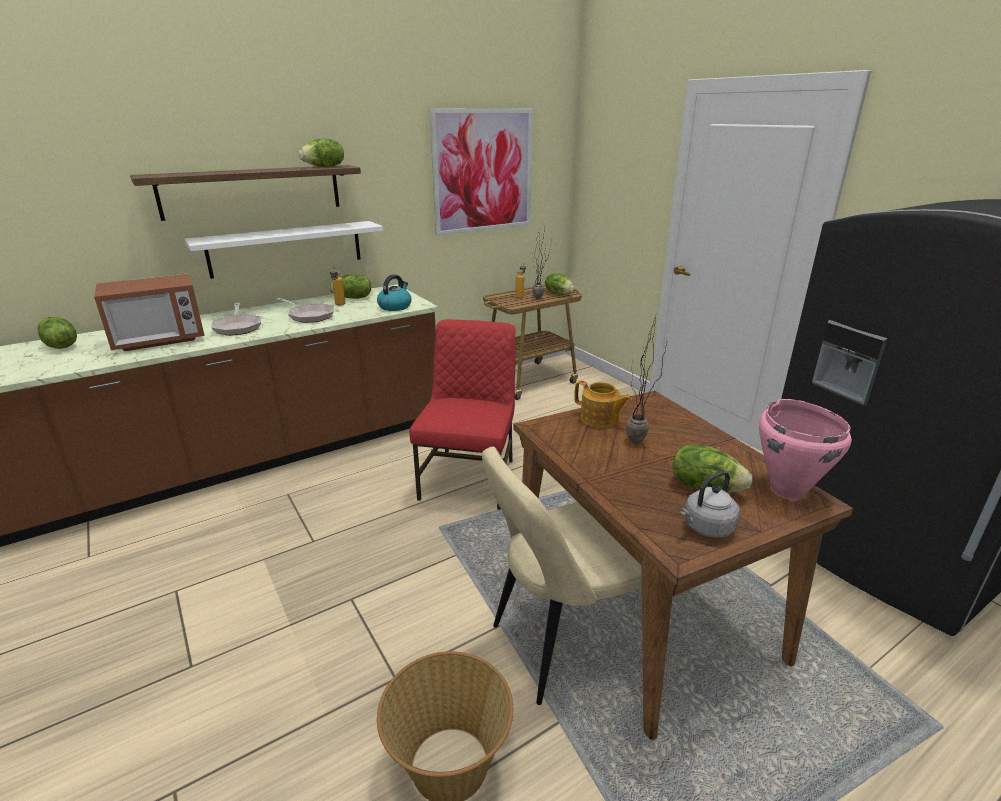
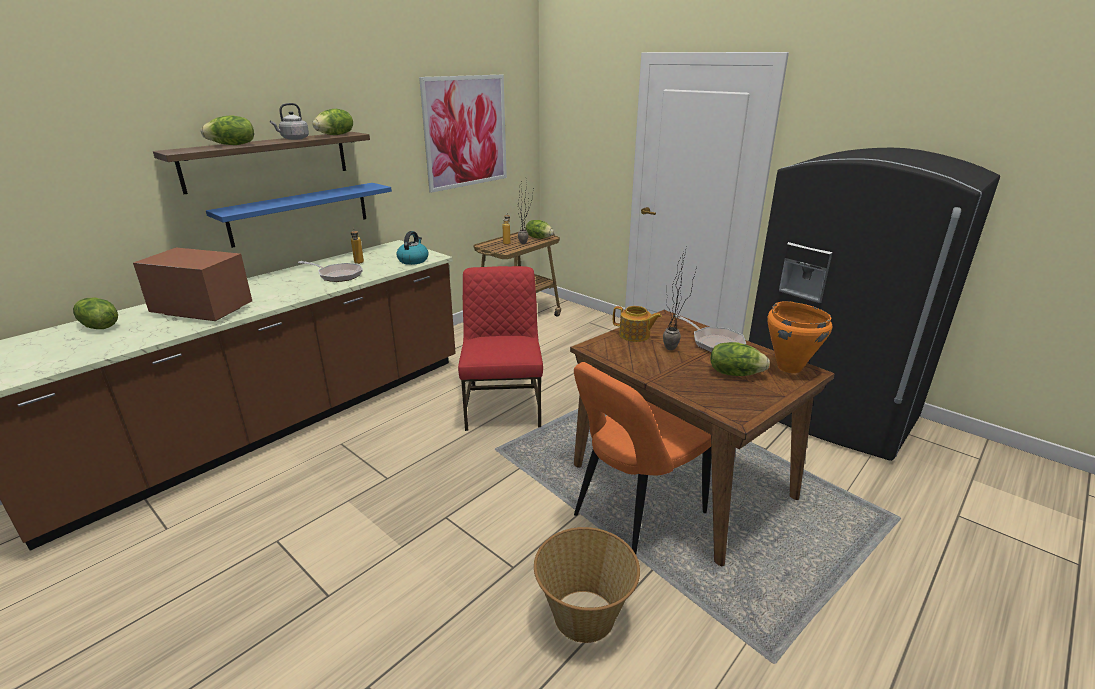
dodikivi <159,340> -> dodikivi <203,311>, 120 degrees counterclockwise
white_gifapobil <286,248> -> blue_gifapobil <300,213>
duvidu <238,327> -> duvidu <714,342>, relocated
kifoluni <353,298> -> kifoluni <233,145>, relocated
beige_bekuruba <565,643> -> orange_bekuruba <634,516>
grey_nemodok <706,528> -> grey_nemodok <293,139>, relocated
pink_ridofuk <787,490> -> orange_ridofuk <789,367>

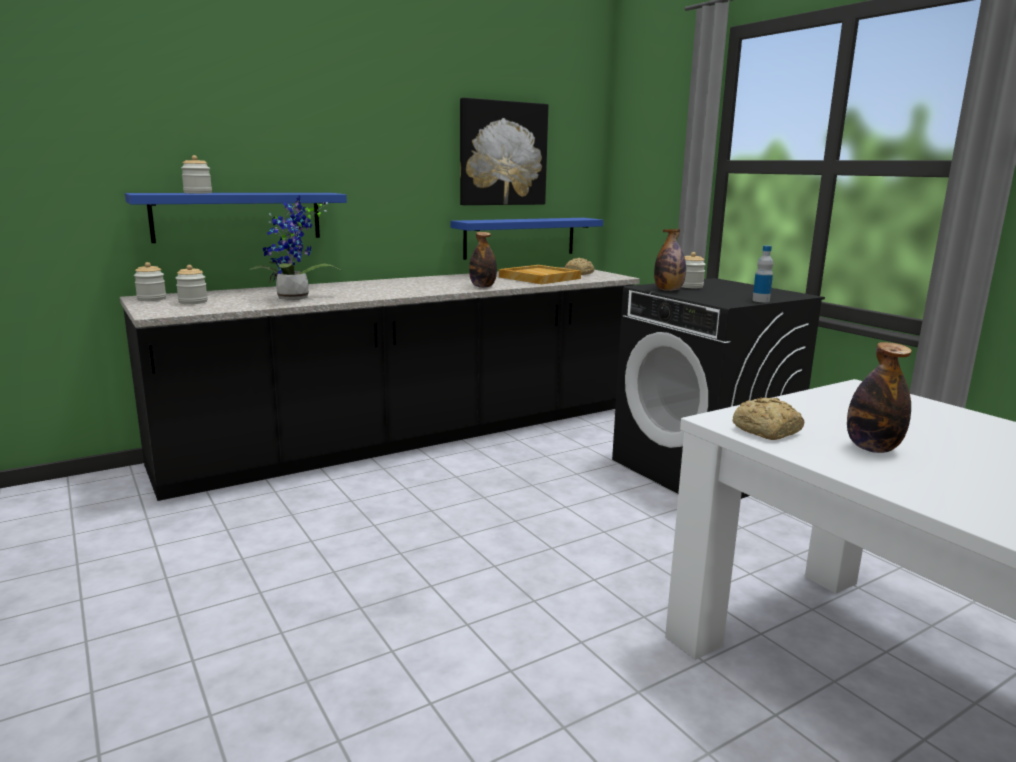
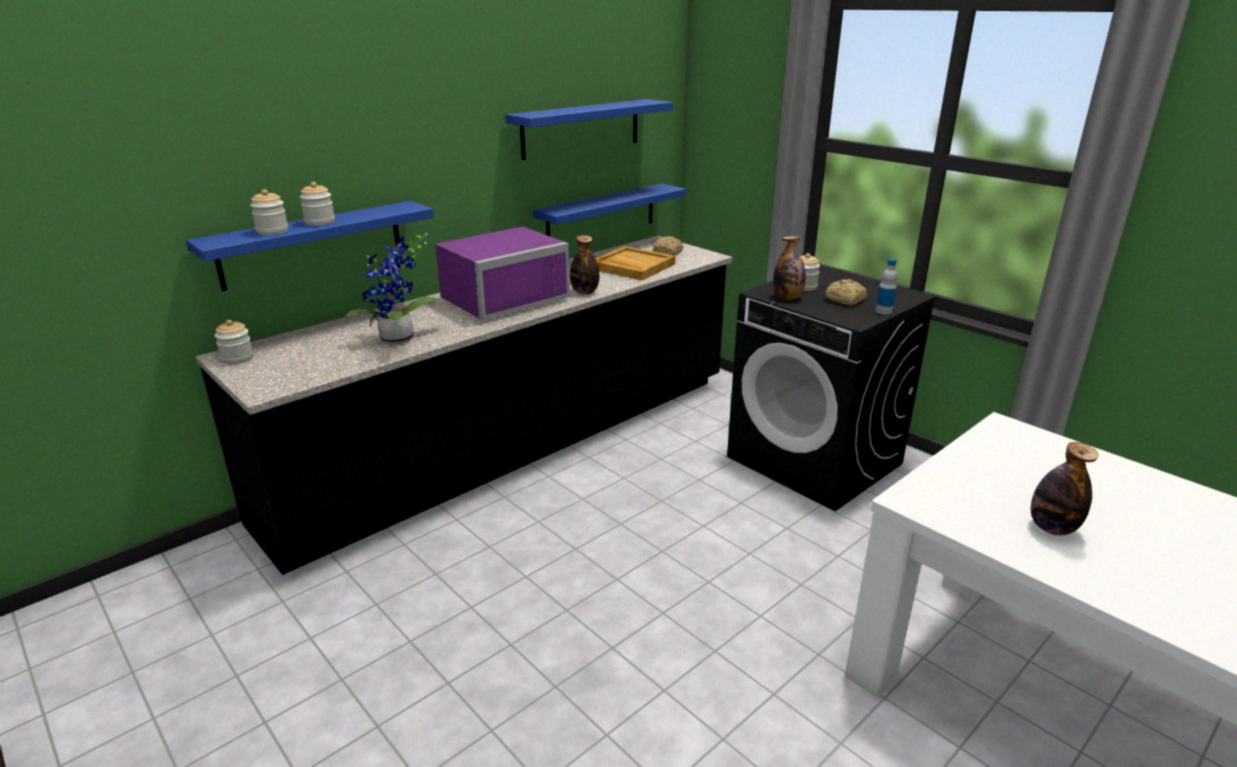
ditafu <193,302> -> ditafu <320,222>, relocated
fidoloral <502,153> -> blue_gifapobil <581,128>
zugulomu <767,431> -> zugulomu <845,300>, relocated
none -> purple_dodikivi <501,298>

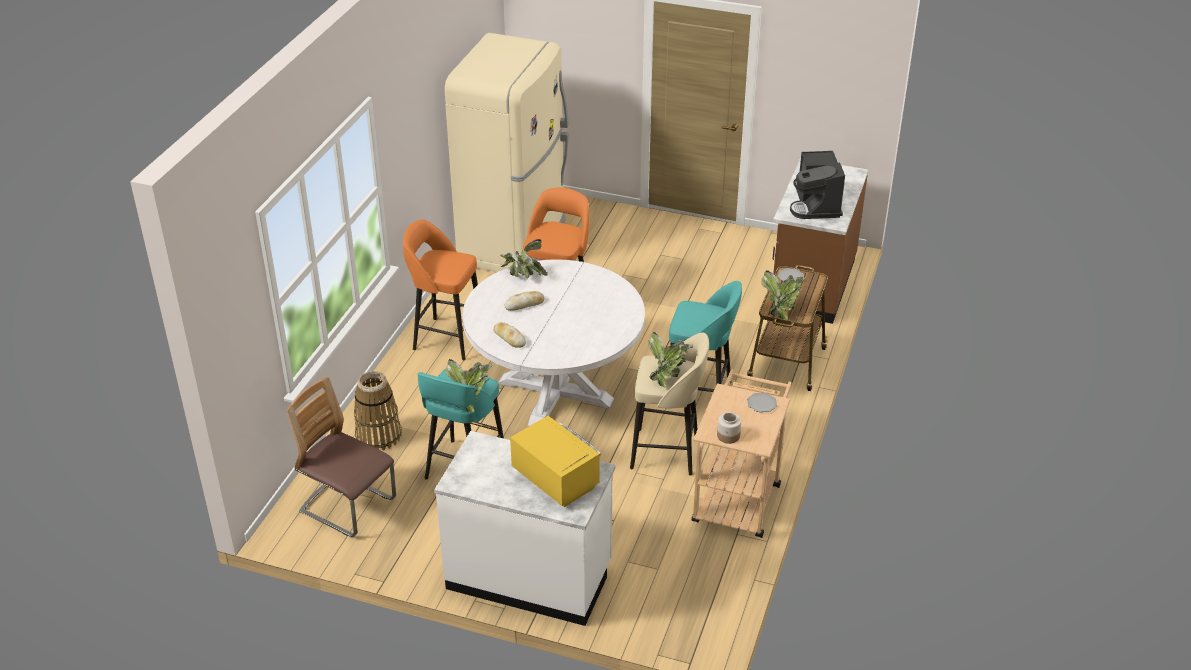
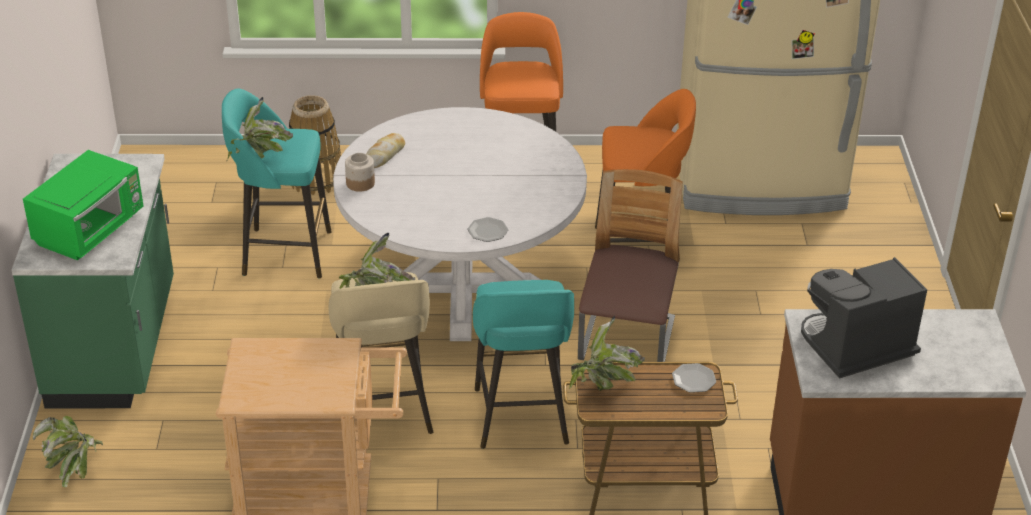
bekuruba <348,506> -> bekuruba <626,341>, relocated
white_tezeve <529,576> -> green_tezeve <115,346>
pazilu <523,276> -> pazilu <75,466>, relocated
zugulomu <524,304> -> none
yellow_dodikivi <555,479> -> green_dodikivi <91,230>
ditafu <728,436> -> ditafu <360,183>, relocated
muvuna <762,404> -> muvuna <487,231>, relocated

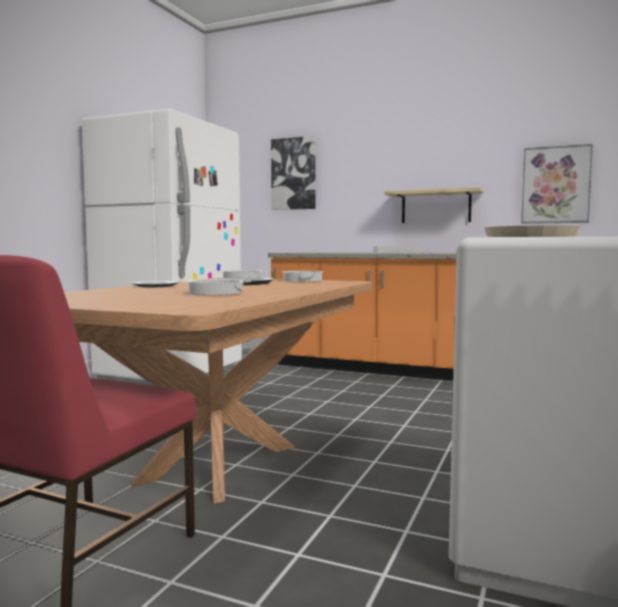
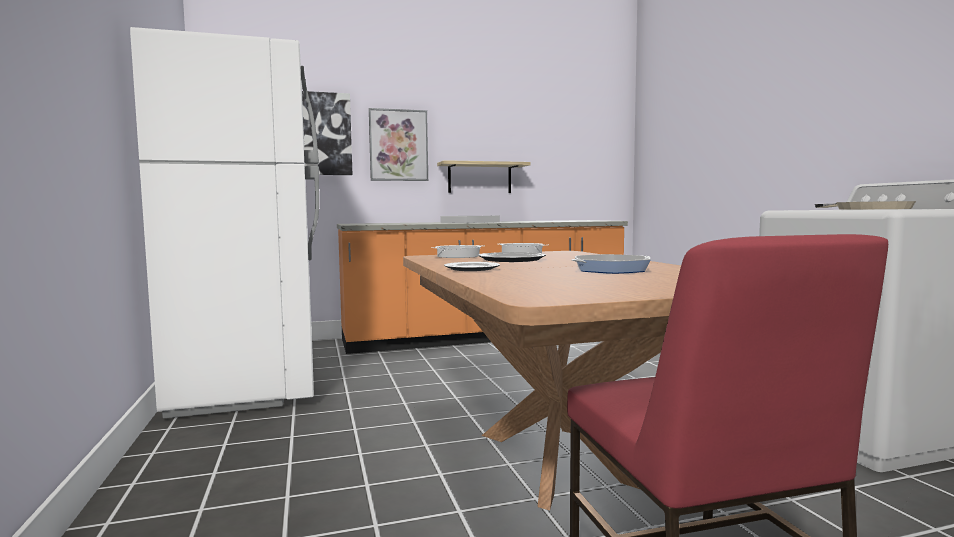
ridofuk <215,293> -> duvidu <611,270>
fidoloral <555,185> -> fidoloral <398,145>, relocated

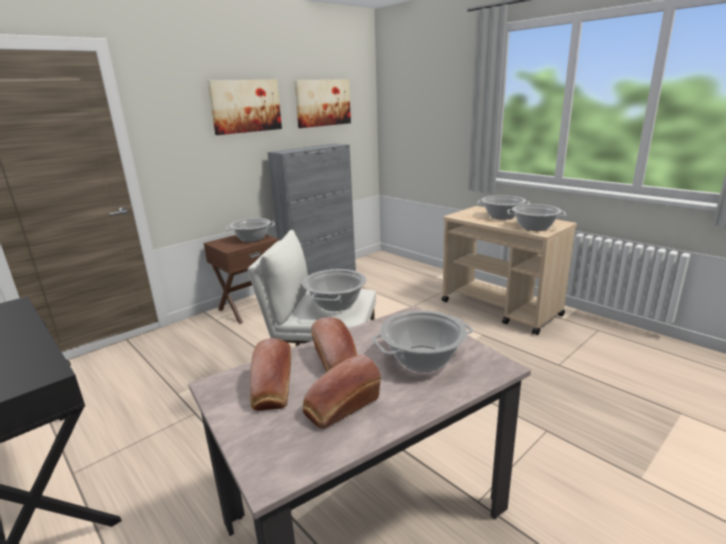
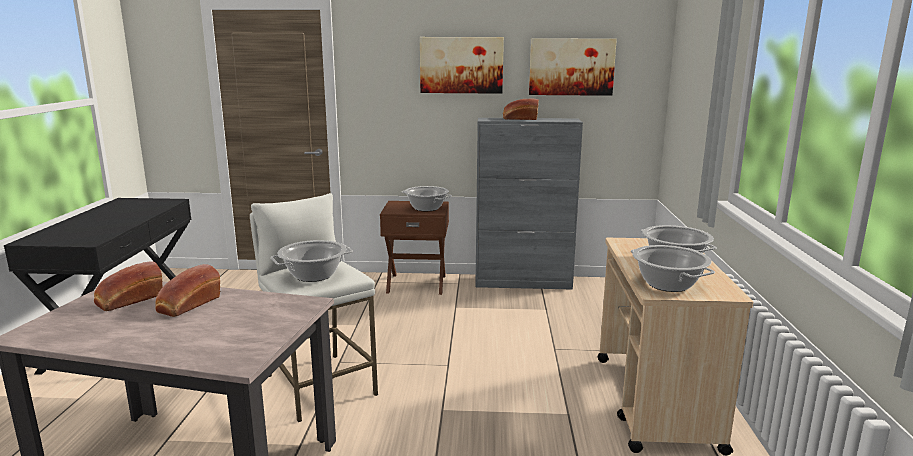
zugulomu <340,407> -> zugulomu <519,118>, relocated
ridofuk <422,359> -> none

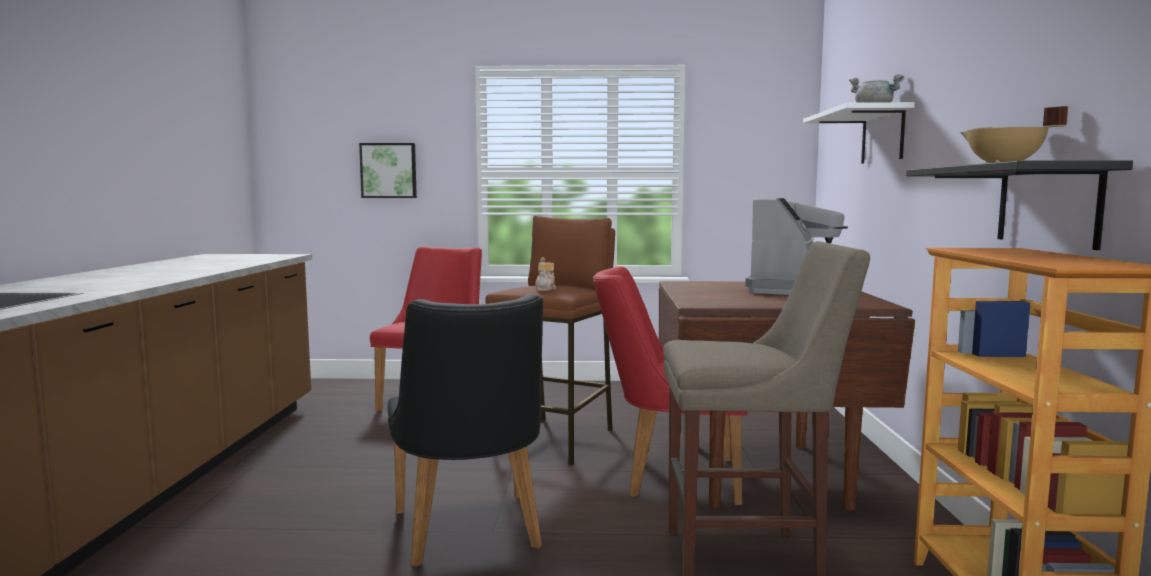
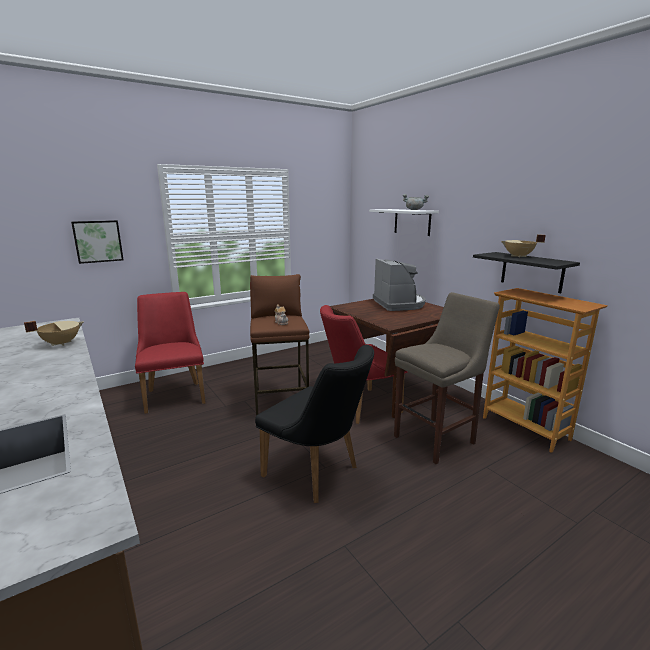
none -> beige_ridofuk <61,343>

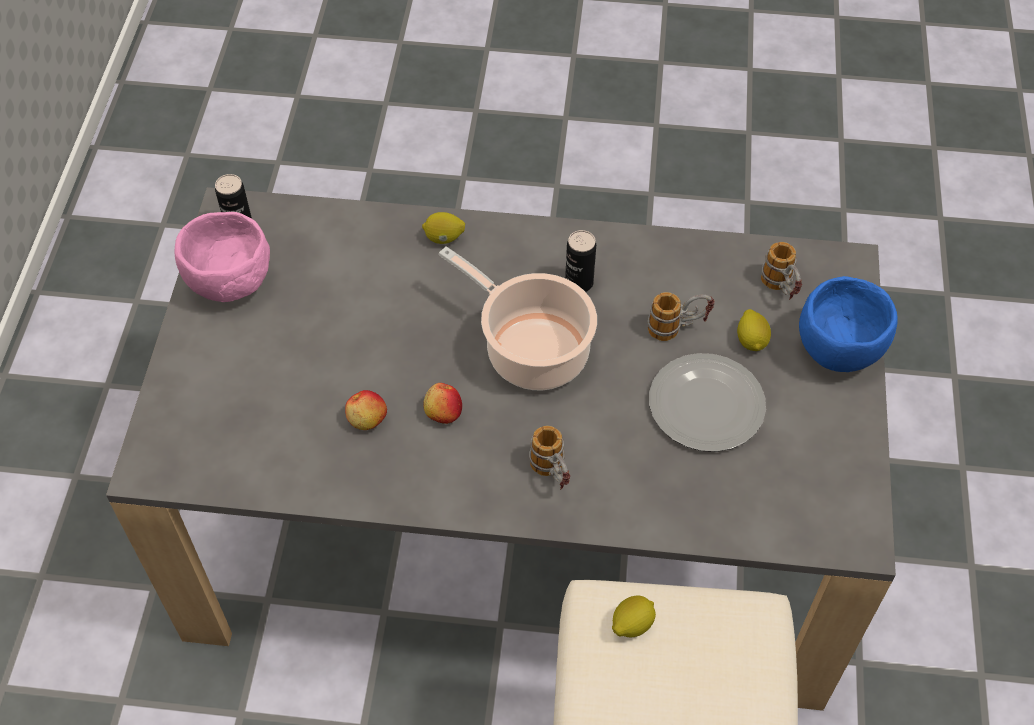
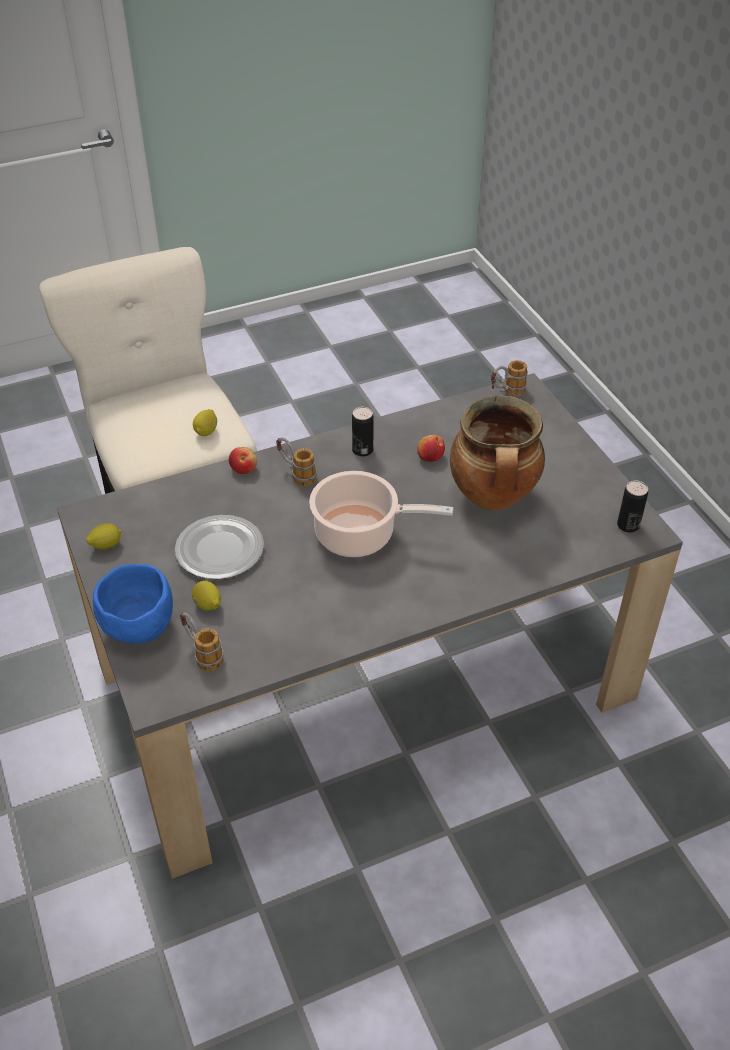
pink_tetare <229,283> -> none
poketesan <444,238> -> poketesan <106,545>, relocated
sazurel <443,412> -> sazurel <243,468>, relocated
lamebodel <579,282> -> lamebodel <362,450>, relocated
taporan <678,328> -> taporan <506,392>, relocated
none -> ridofuk <493,498>

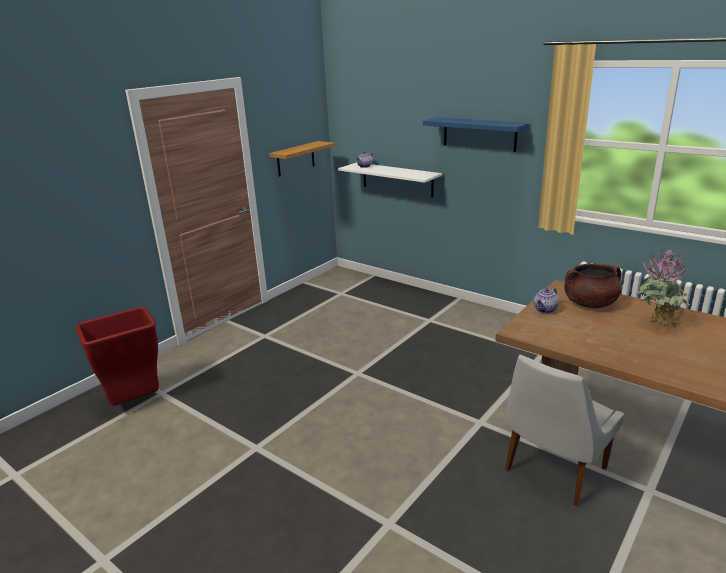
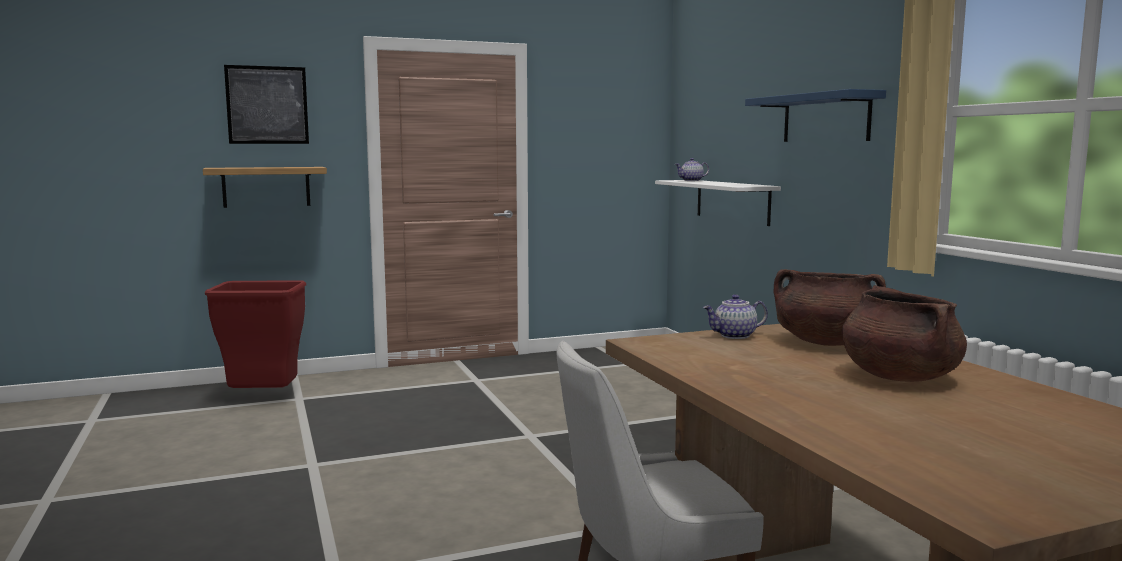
gifapobil <295,159> -> gifapobil <266,187>, relocated
pazilu <657,326> -> brown_ridofuk <898,377>
none -> fidoloral <267,105>

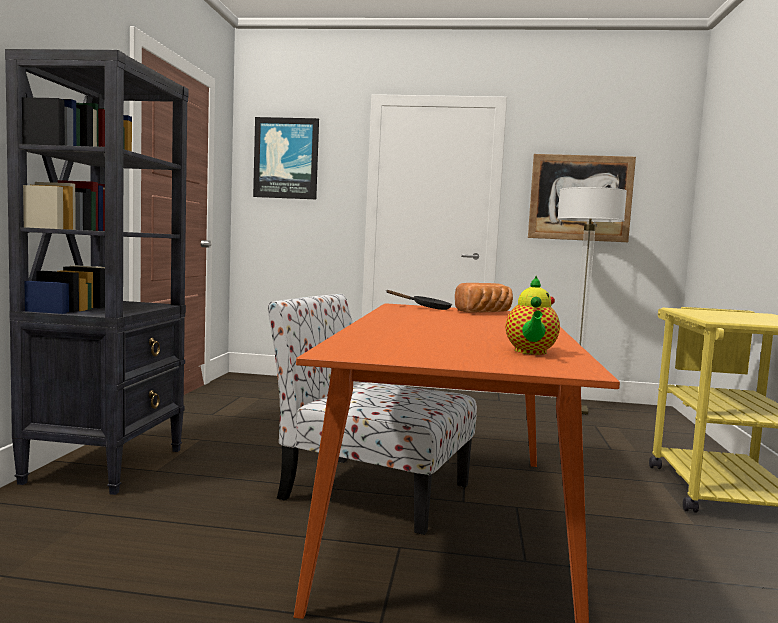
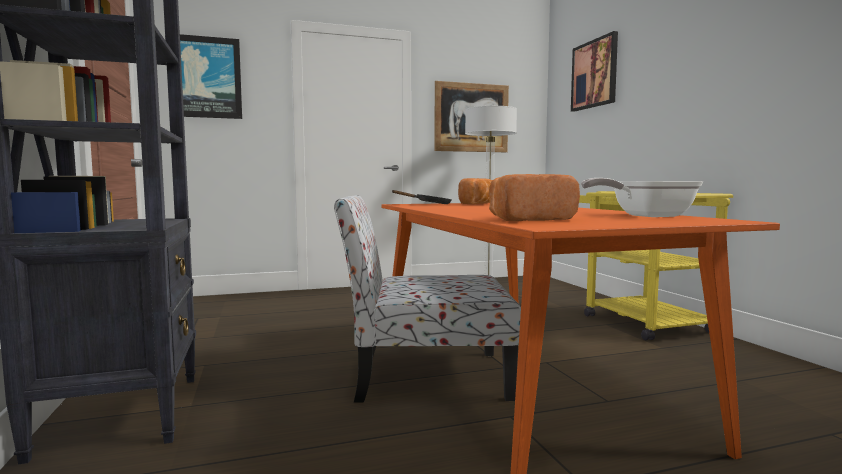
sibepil <530,352> -> duvidu <644,216>
none -> zugulomu <528,219>
none -> fidoloral <594,74>

